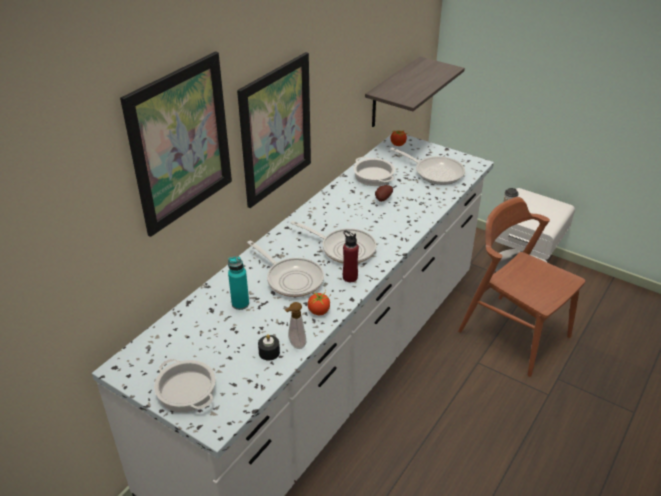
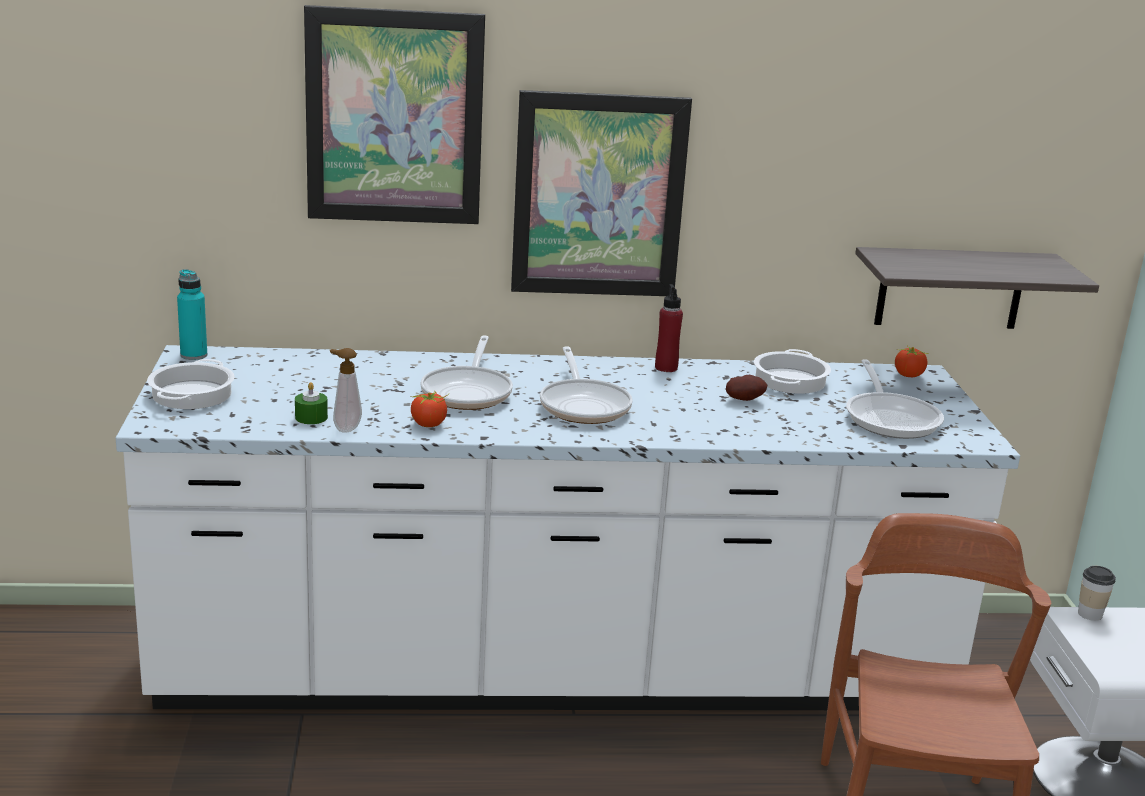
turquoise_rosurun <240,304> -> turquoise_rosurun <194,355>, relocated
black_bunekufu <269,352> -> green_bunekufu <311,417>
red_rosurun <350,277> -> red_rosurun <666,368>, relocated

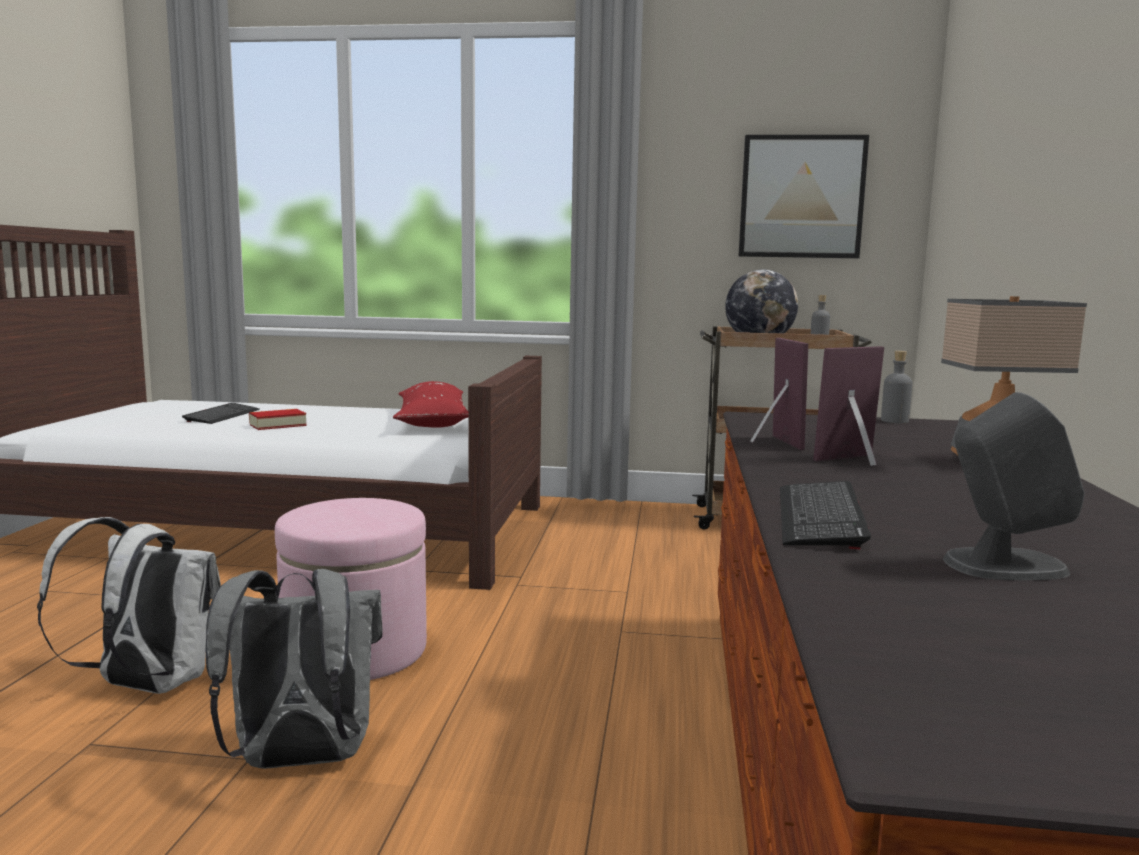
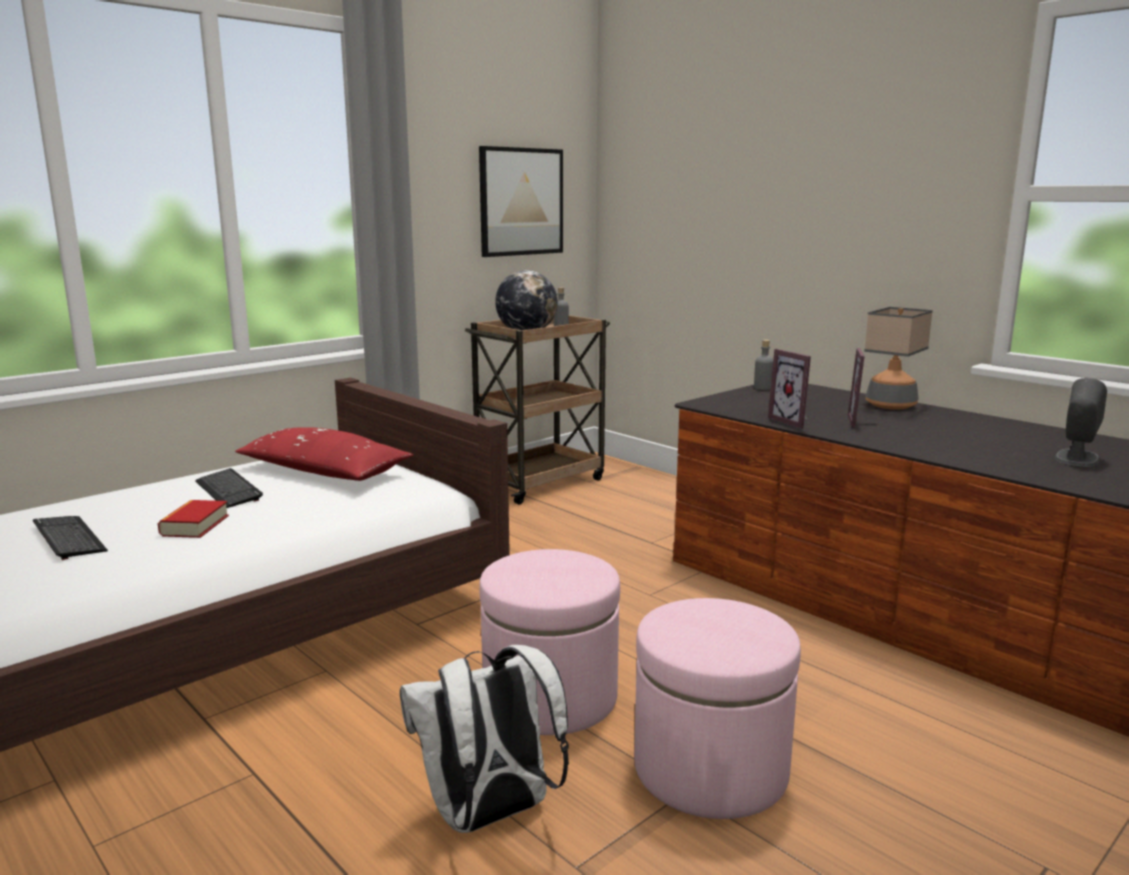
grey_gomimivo <299,760> -> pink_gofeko <710,769>
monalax <771,443> -> monalax <794,421>, 150 degrees counterclockwise
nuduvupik <819,517> -> nuduvupik <228,490>, relocated

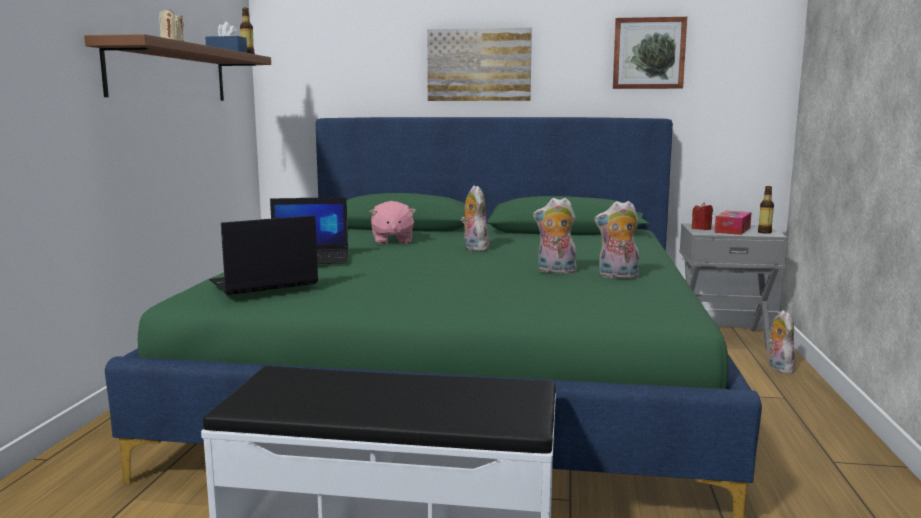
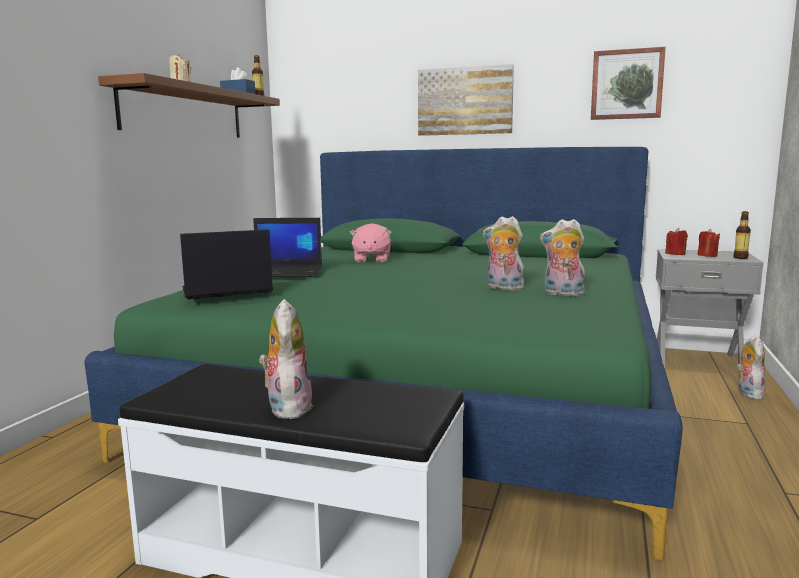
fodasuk <473,248> -> fodasuk <287,407>, relocated
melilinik <732,230> -> red_bunekufu <707,255>

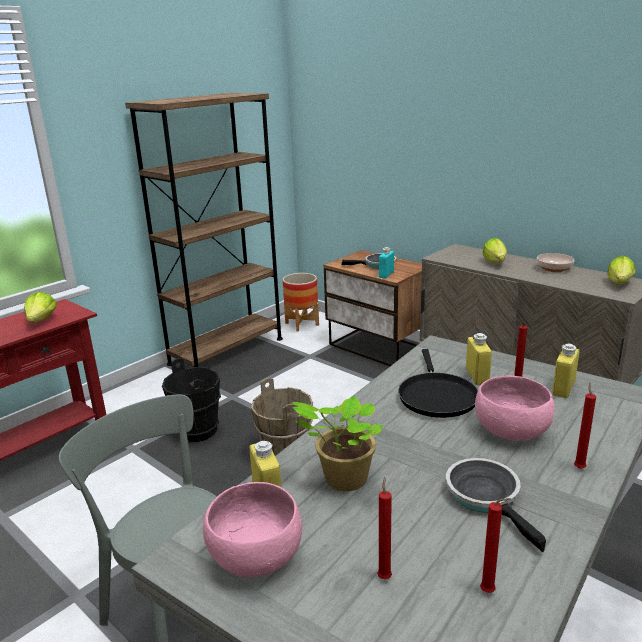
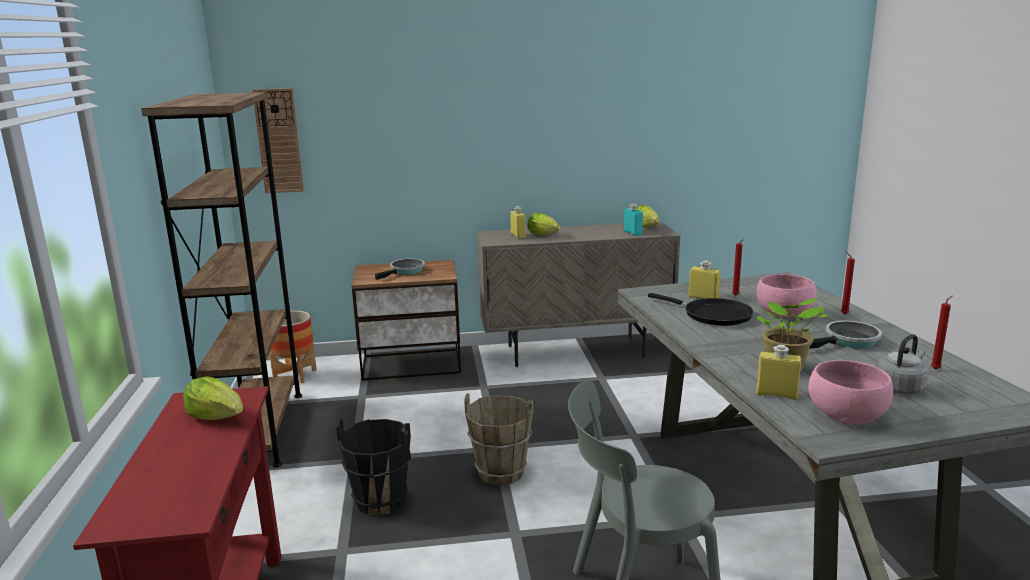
red_bunekufu <384,576> -> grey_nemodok <900,388>
turquoise_rosurun <386,275> -> turquoise_rosurun <632,233>, relocated
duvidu <486,497> -> duvidu <848,341>, 135 degrees clockwise
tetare <554,269> -> none
yellow_rosurun <563,389> -> yellow_rosurun <518,235>, relocated
none -> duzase <278,141>

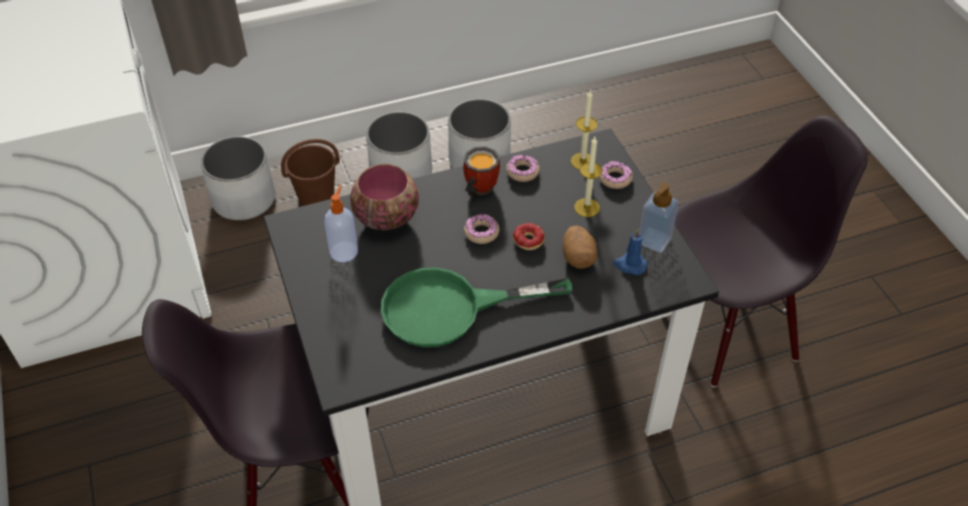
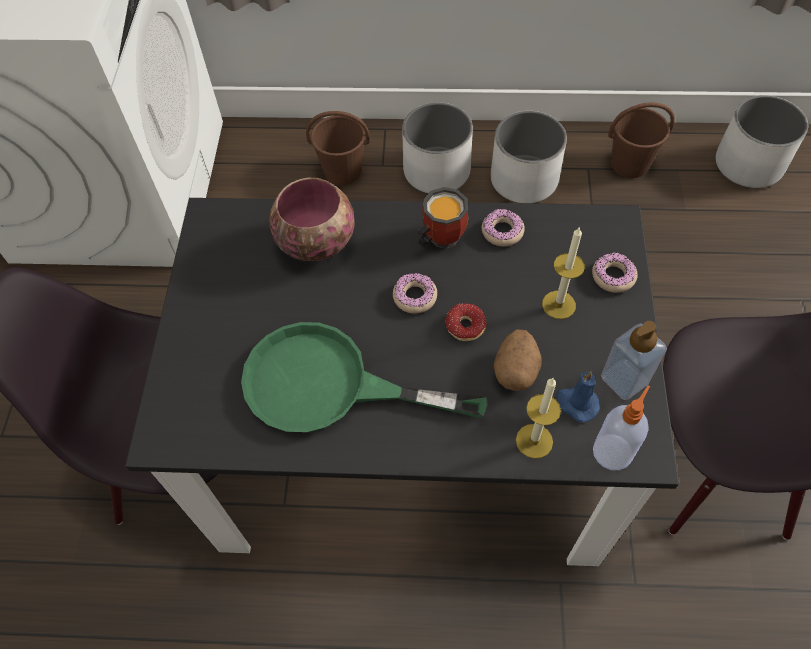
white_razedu <244,200> -> white_razedu <748,165>, relocated
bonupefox <344,251> -> bonupefox <613,450>, relocated
bunekufu <582,161> -> bunekufu <534,441>, relocated
none -> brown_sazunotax <630,164>

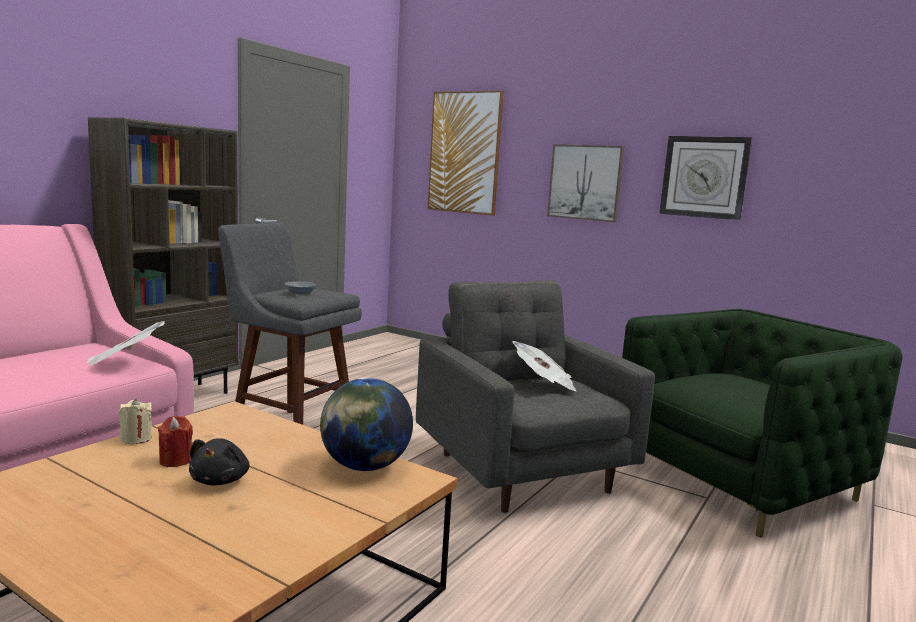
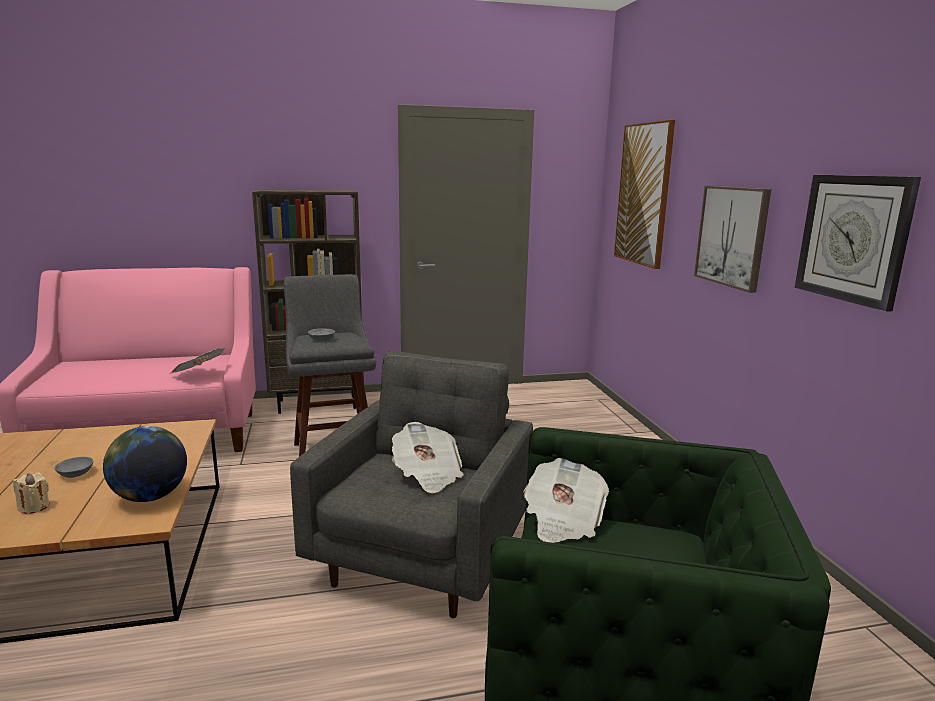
beige_bunekufu <136,439> -> beige_bunekufu <34,507>, relocated
red_bunekufu <176,460> -> none
black_fodasuk <221,480> -> grey_tetare <76,474>
none -> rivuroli <562,520>

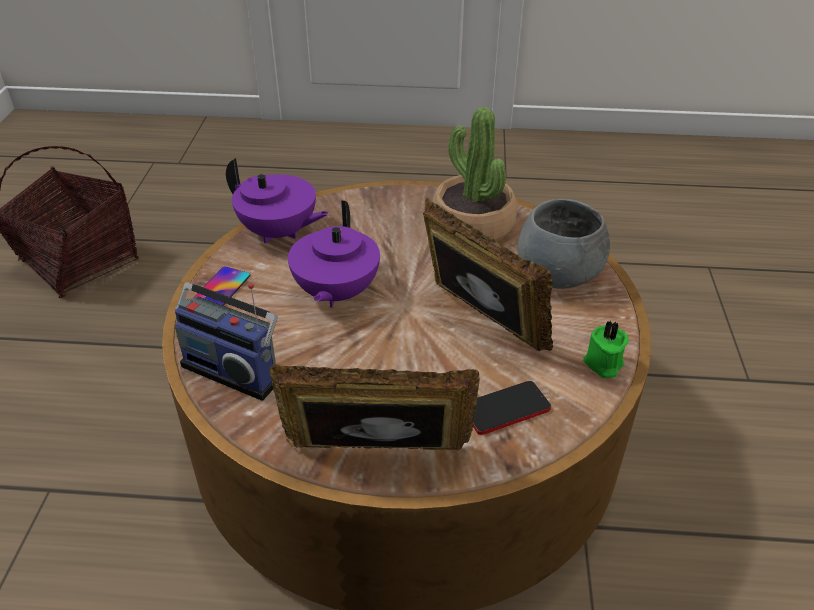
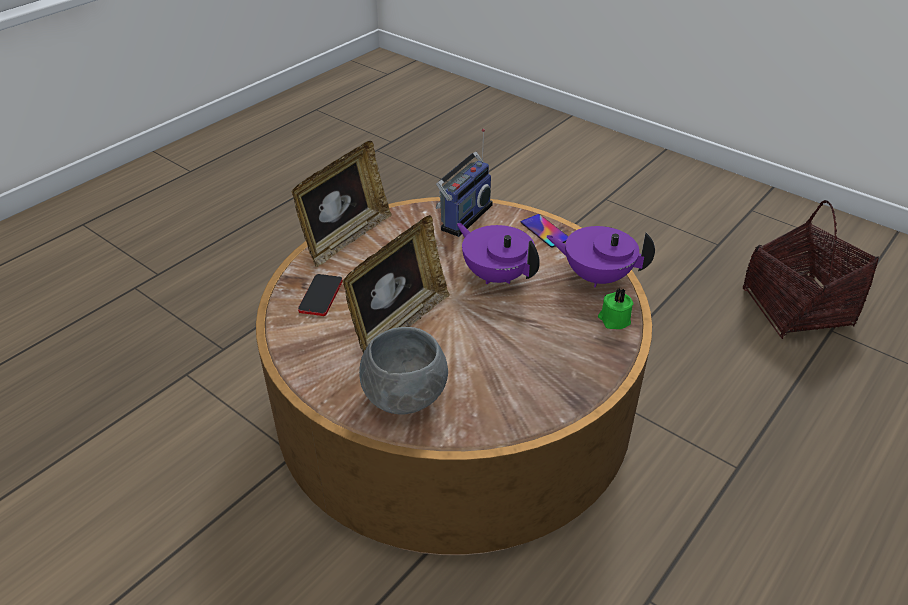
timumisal <234,369> -> timumisal <463,216>, 150 degrees clockwise
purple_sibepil <279,233> -> purple_sibepil <596,276>, 45 degrees clockwise
monalax <480,323> -> monalax <398,324>, 45 degrees counterclockwise
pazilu <472,225> -> none
green_bunekufu <603,364> -> green_bunekufu <613,320>, relocated

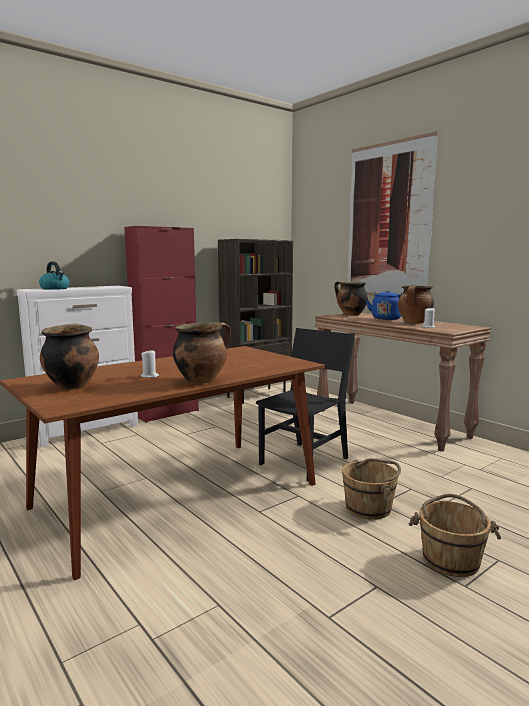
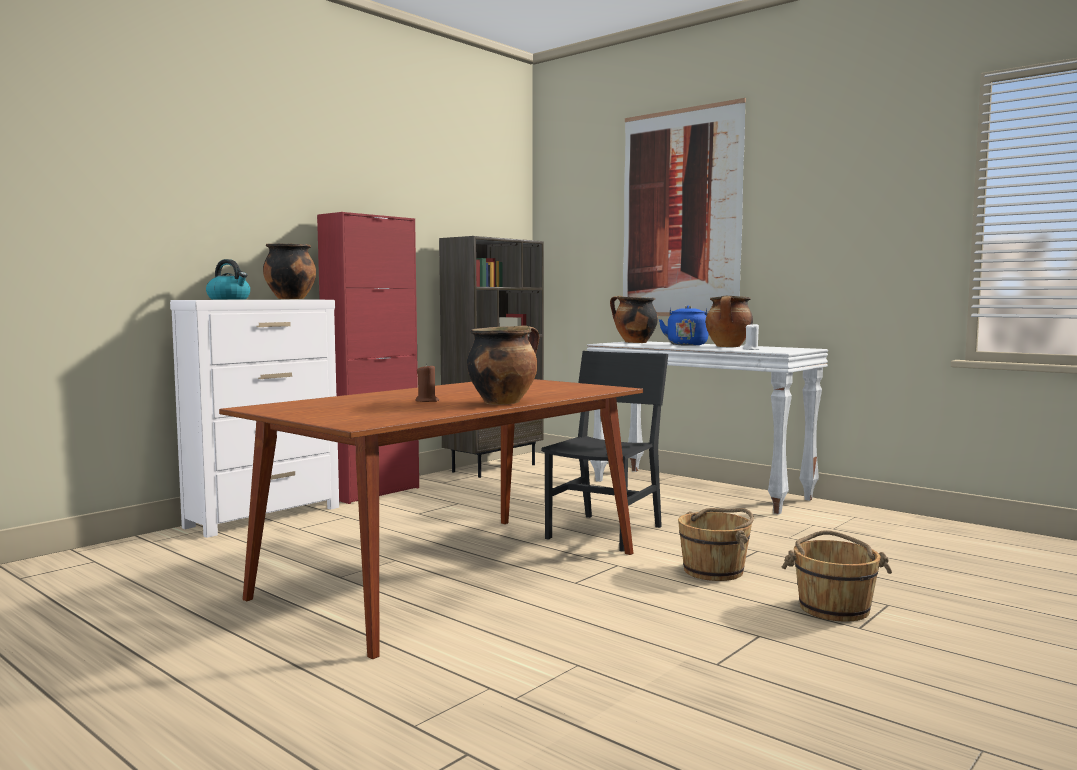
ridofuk <72,385> -> ridofuk <290,299>, relocated
white_bunekufu <150,376> -> brown_bunekufu <427,401>
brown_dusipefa <391,423> -> white_dusipefa <700,490>

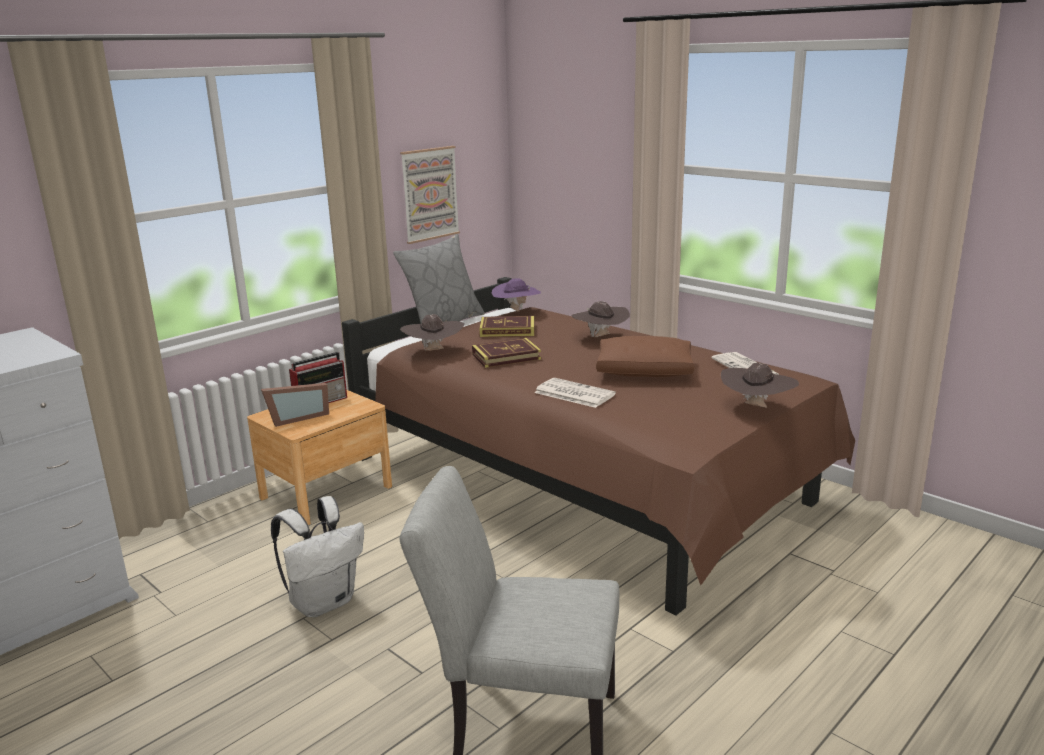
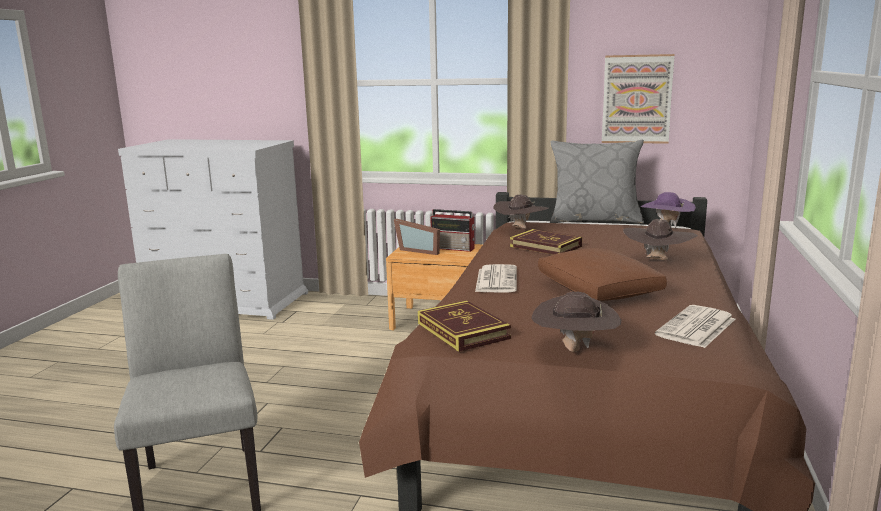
white_gomimivo <324,602> -> none
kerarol <507,330> -> kerarol <463,331>, relocated

